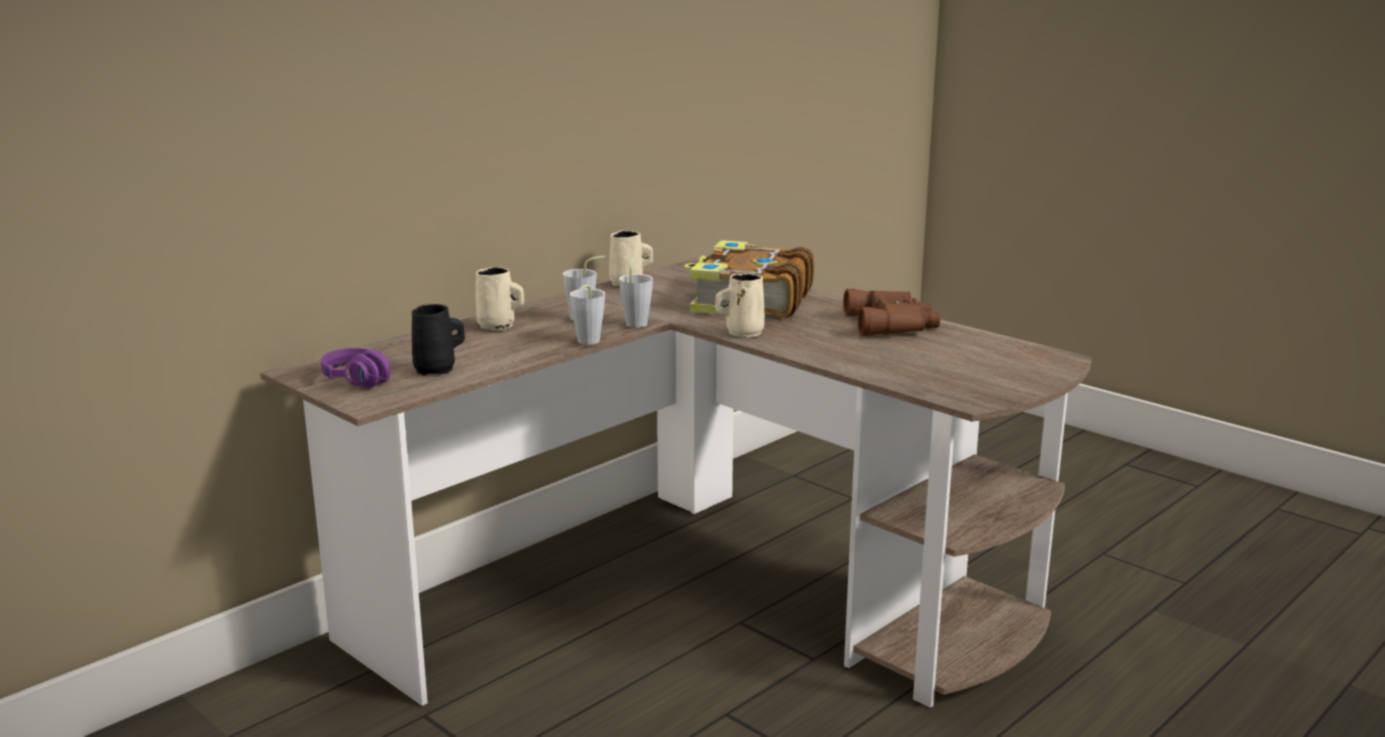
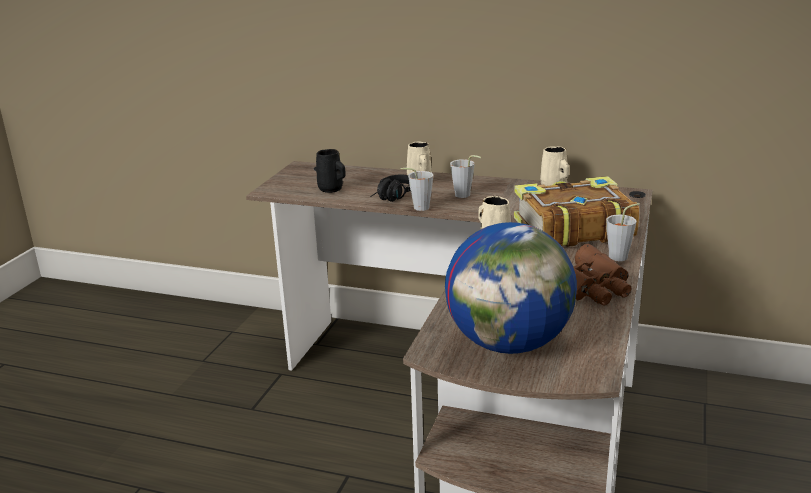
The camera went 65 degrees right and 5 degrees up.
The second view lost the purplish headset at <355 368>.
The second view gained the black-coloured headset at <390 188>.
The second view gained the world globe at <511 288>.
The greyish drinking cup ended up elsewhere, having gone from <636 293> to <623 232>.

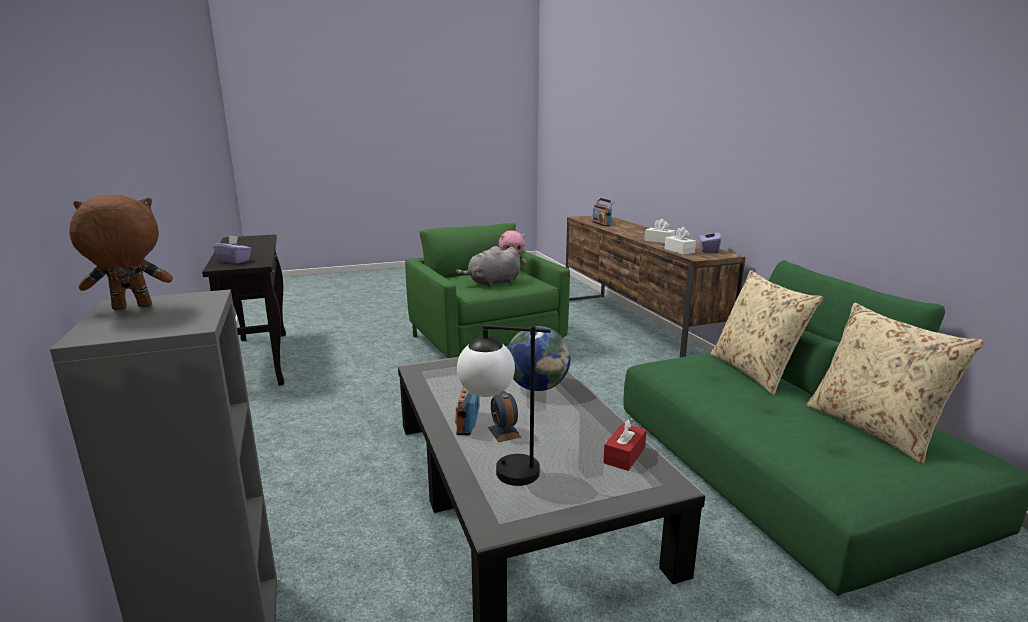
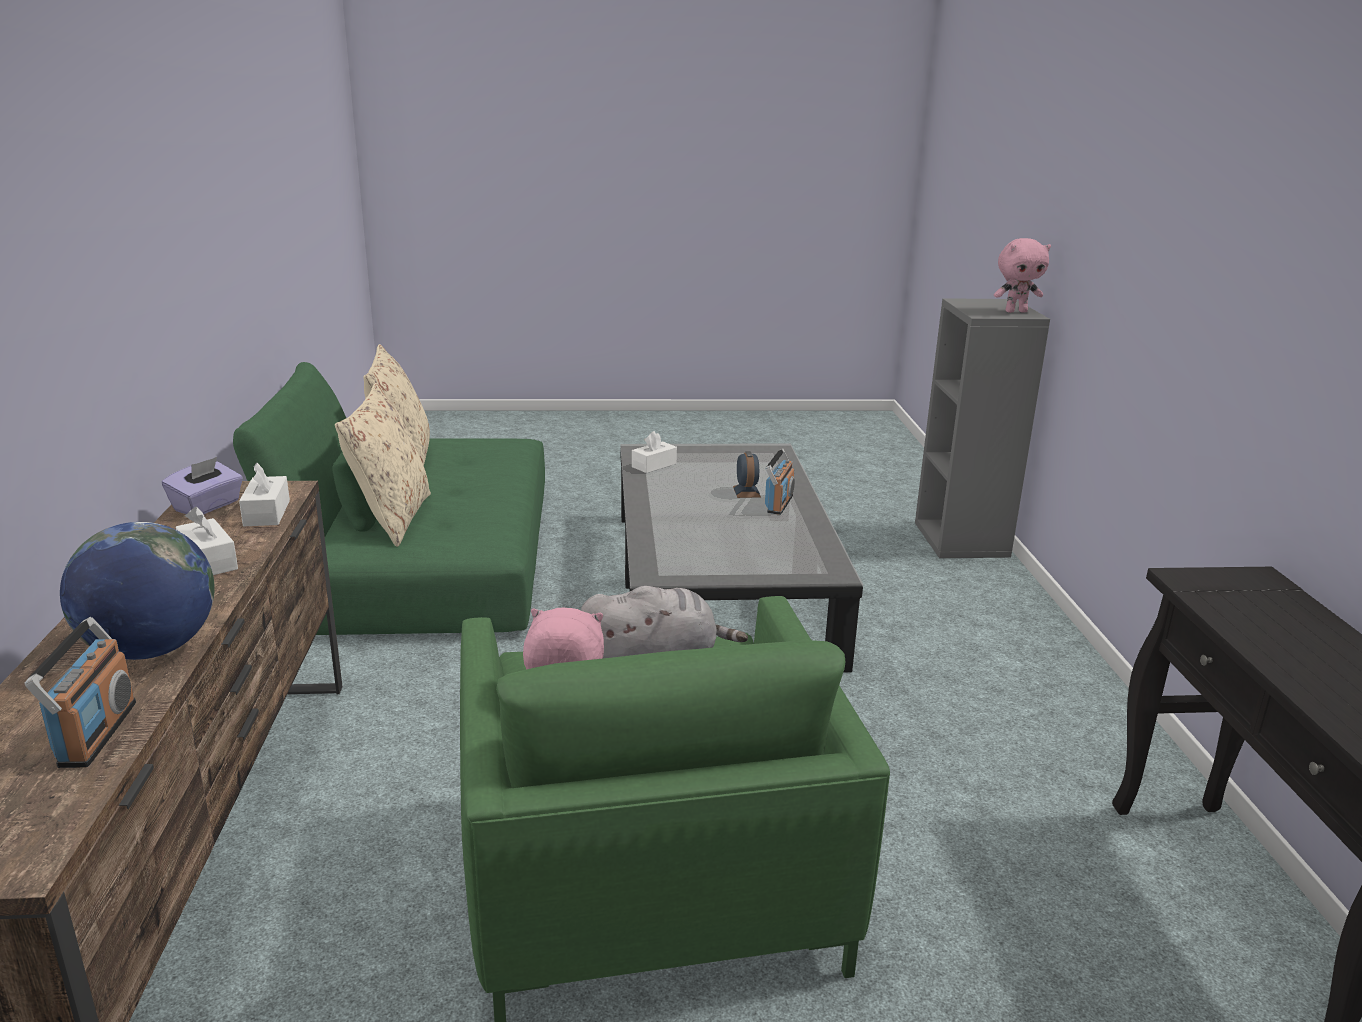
The camera went 165 degrees left and 5 degrees up.
The second view lost the purplish tissue box at <232 249>.
The second view lost the lamp for a table at <504 405>.
The world globe ended up elsewhere, having gone from <538 358> to <137 591>.
What was the brown cuddly toy at <121 252> turned into the pinkish cuddly toy at <1022 275>.
What was the red-coloured tissue box at <625 444> turned into the white tissue box at <654 452>.

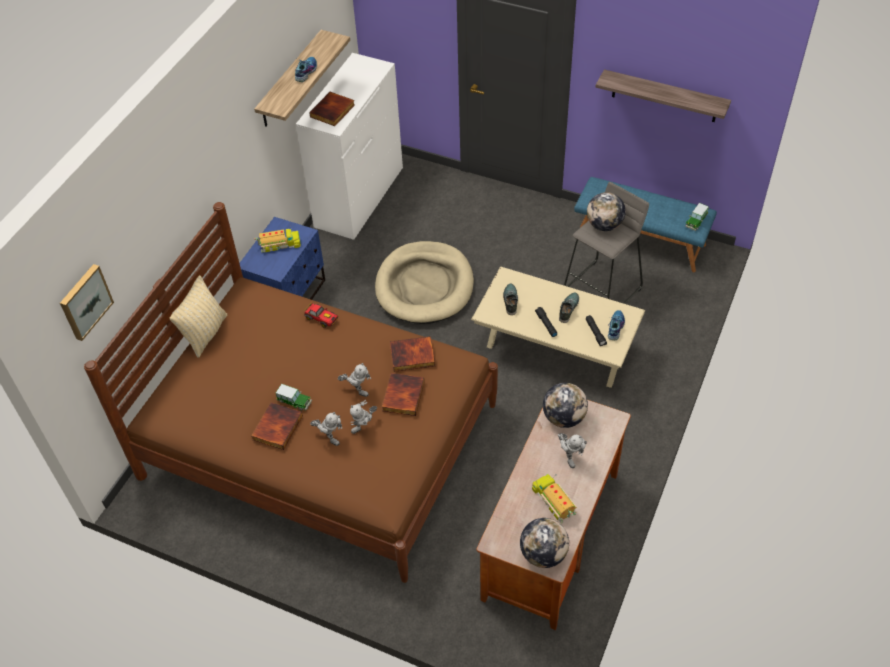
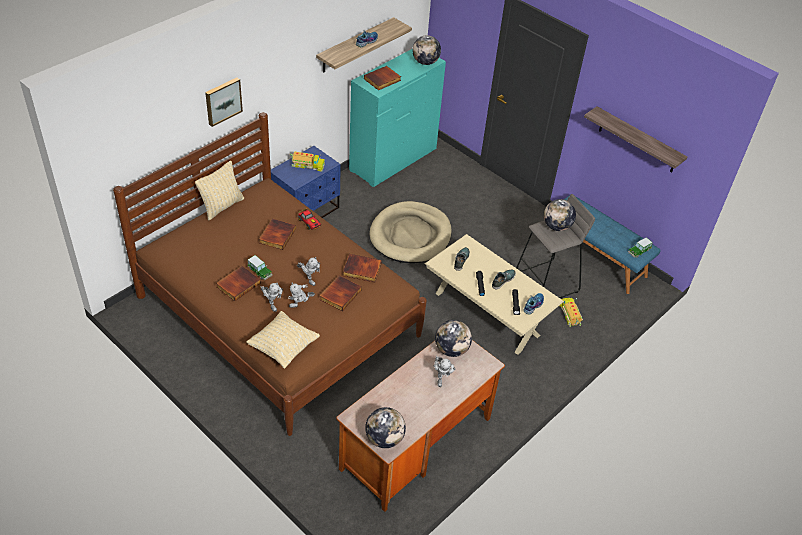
The camera went 15 degrees right and 5 degrees down.
The second view gained the sand-coloured throw pillow at <283 339>.
The second view gained the bound book at <277 234>.
The second view gained the world globe at <426 50>.
The picture ended up elsewhere, having gone from <87 302> to <224 102>.
The model truck ended up elsewhere, having gone from <554 498> to <571 312>.
What was the white drawer chest at <349 146> turned into the turquoise drawer chest at <397 118>.

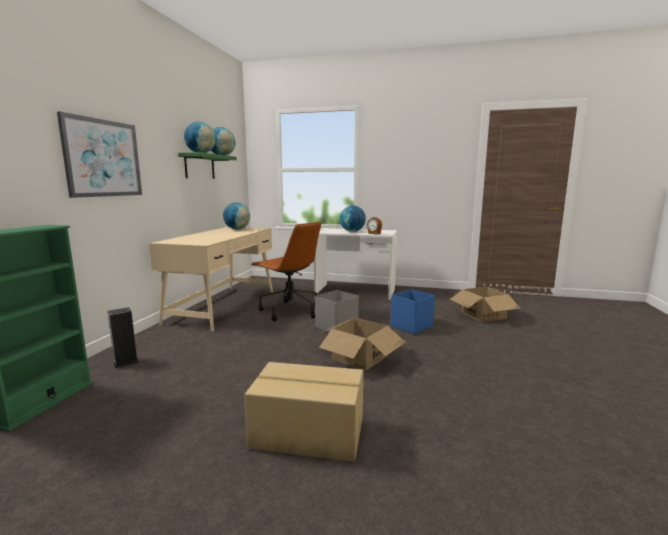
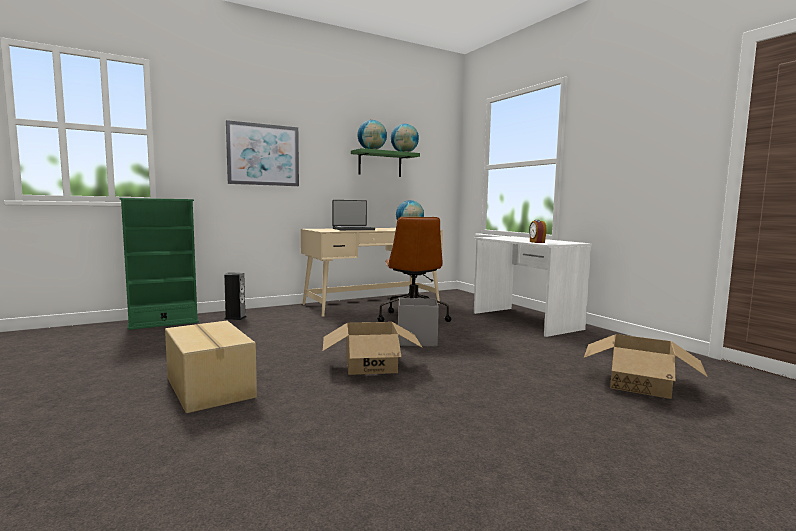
The camera went 45 degrees right and 5 degrees down.
The second view lost the world globe at <353 218>.
The second view lost the blue storage bin at <413 311>.
The second view gained the laptop at <353 215>.

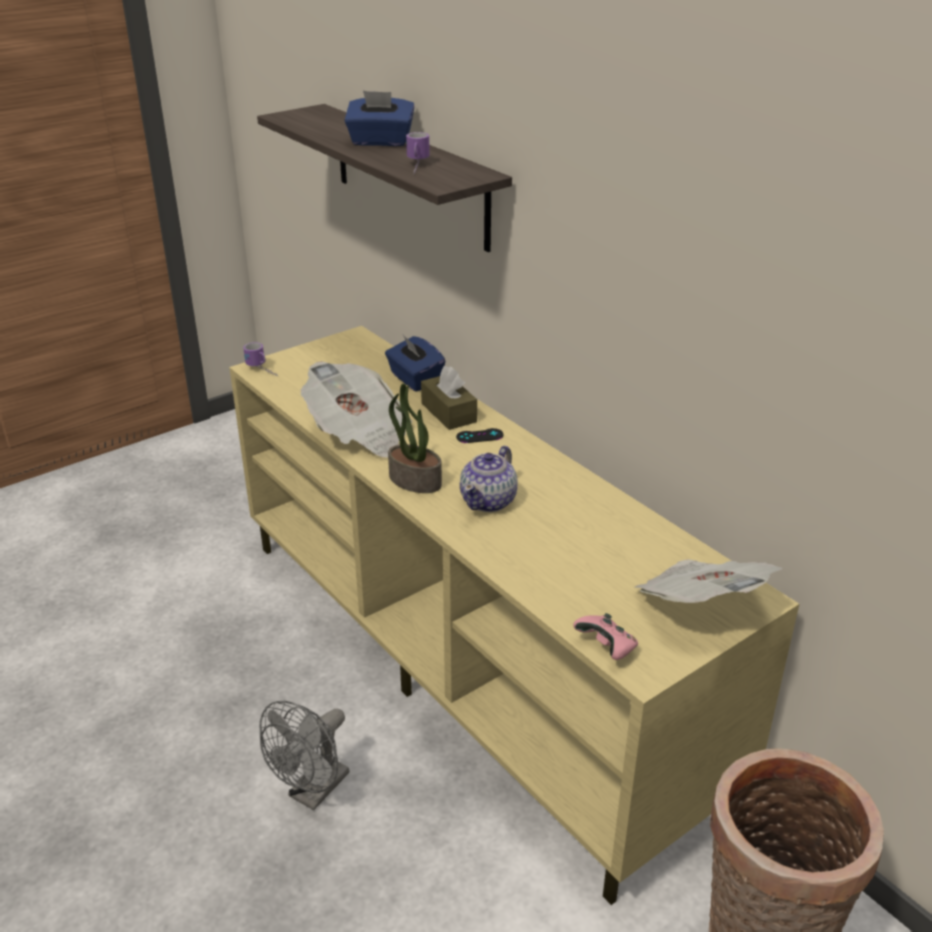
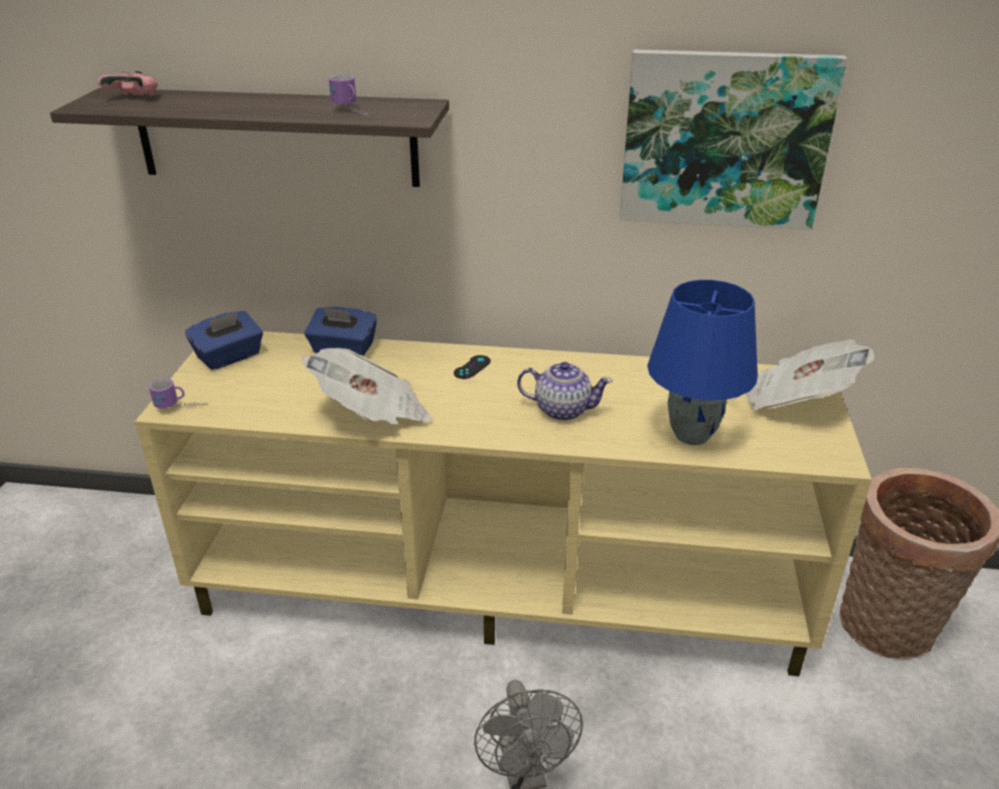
The camera went 45 degrees left and 0 degrees up.
The second view lost the houseplant at <415 438>.
The second view lost the brown tissue box at <449 398>.
The second view gained the picture at <733 139>.
The second view gained the blue lamp for a table at <702 362>.
The blue tissue box ended up elsewhere, having gone from <380 118> to <224 340>.
The pinkish game controller ended up elsewhere, having gone from <605 636> to <128 83>.
The tea pot at <488 479> ended up facing another way, 60 degrees counterclockwise from before.

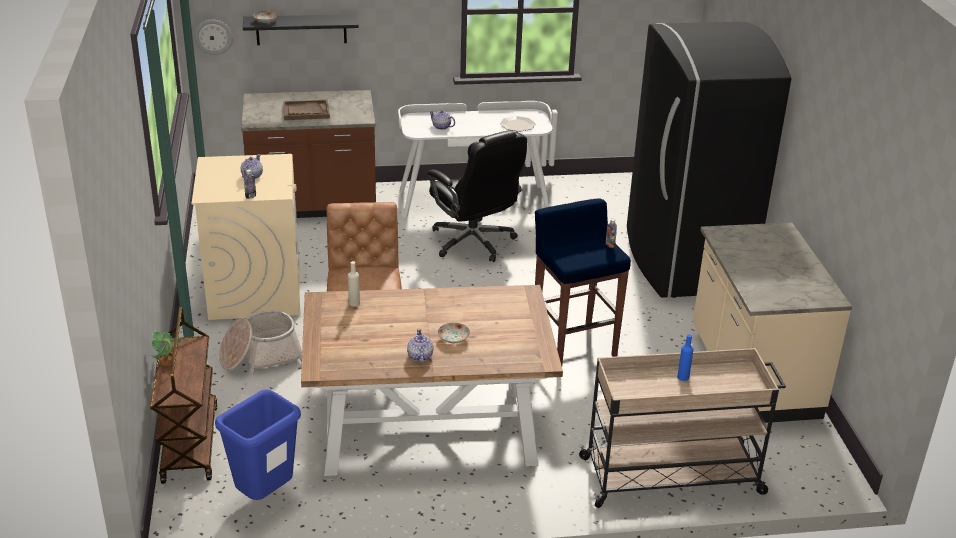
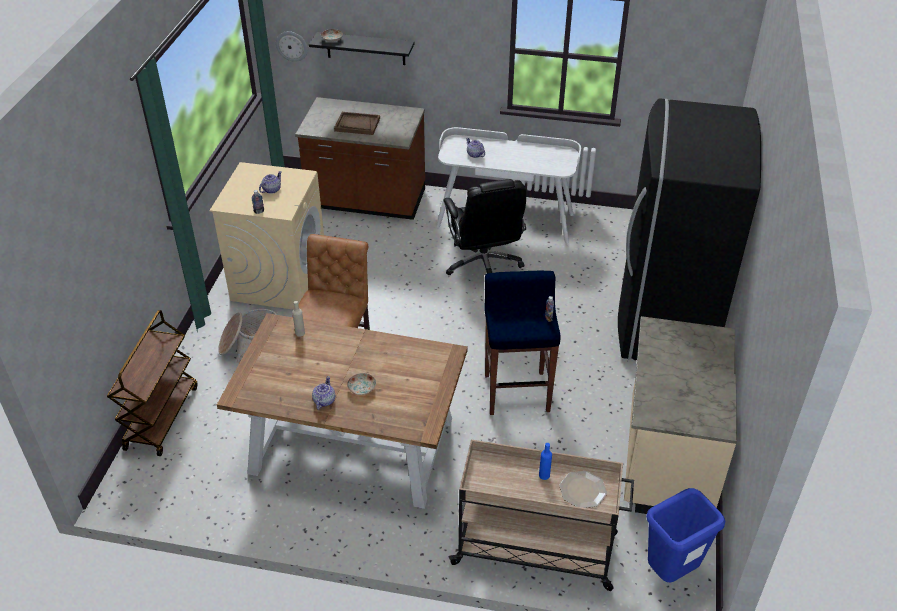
The camera went 20 degrees right and 10 degrees up.
The second view lost the houseplant at <165 348>.
The blue waste bin ended up elsewhere, having gone from <258 444> to <686 535>.
The dinner plate ended up elsewhere, having gone from <518 124> to <583 489>.

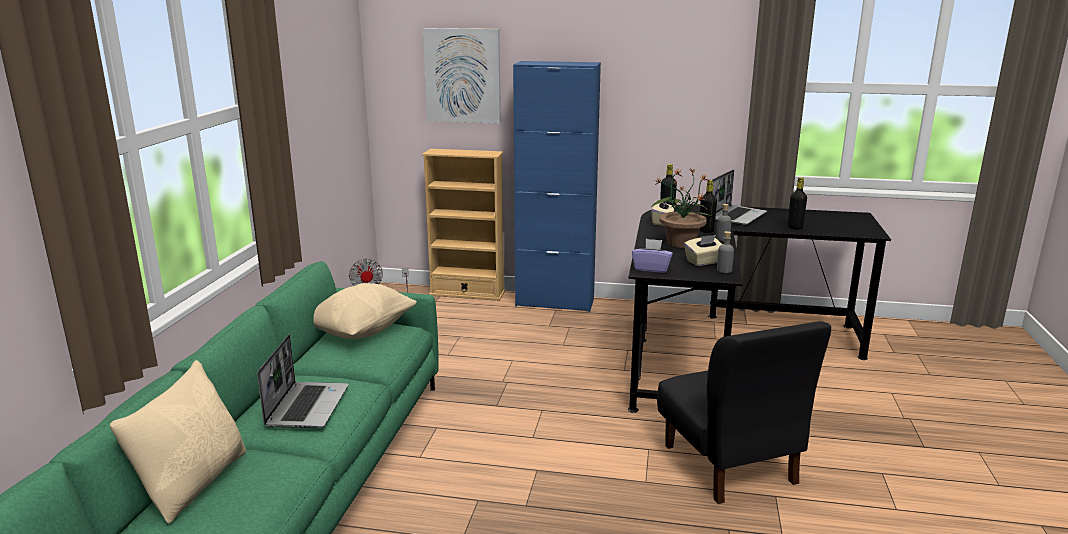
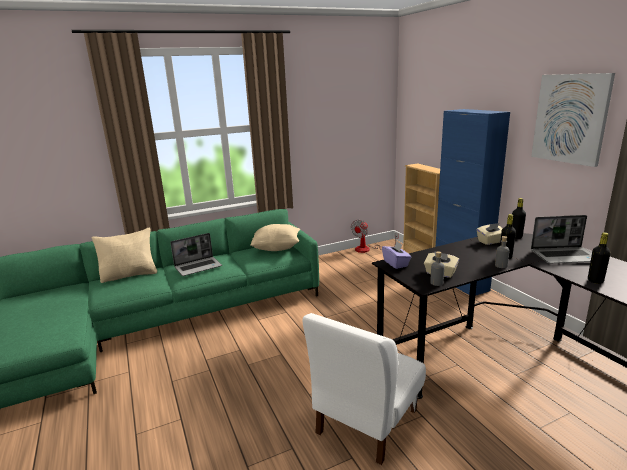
The camera went 55 degrees right and 0 degrees up.
The second view lost the houseplant at <682 208>.
The picture ended up elsewhere, having gone from <462 76> to <573 120>.
What was the black-coloured chair at <744 412> turned into the white chair at <364 389>.

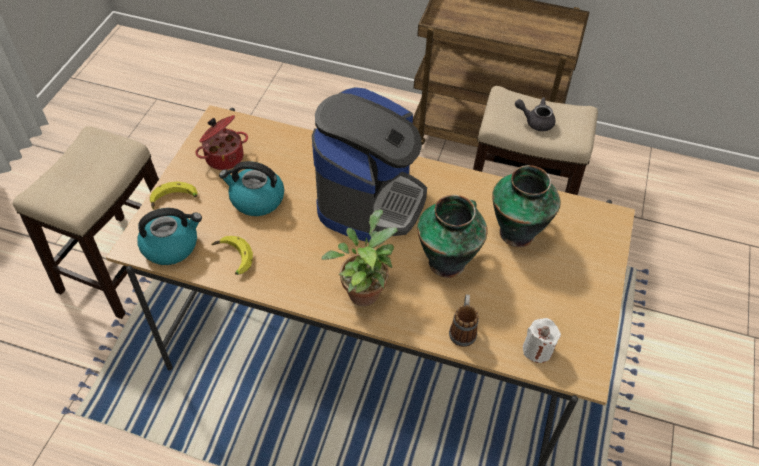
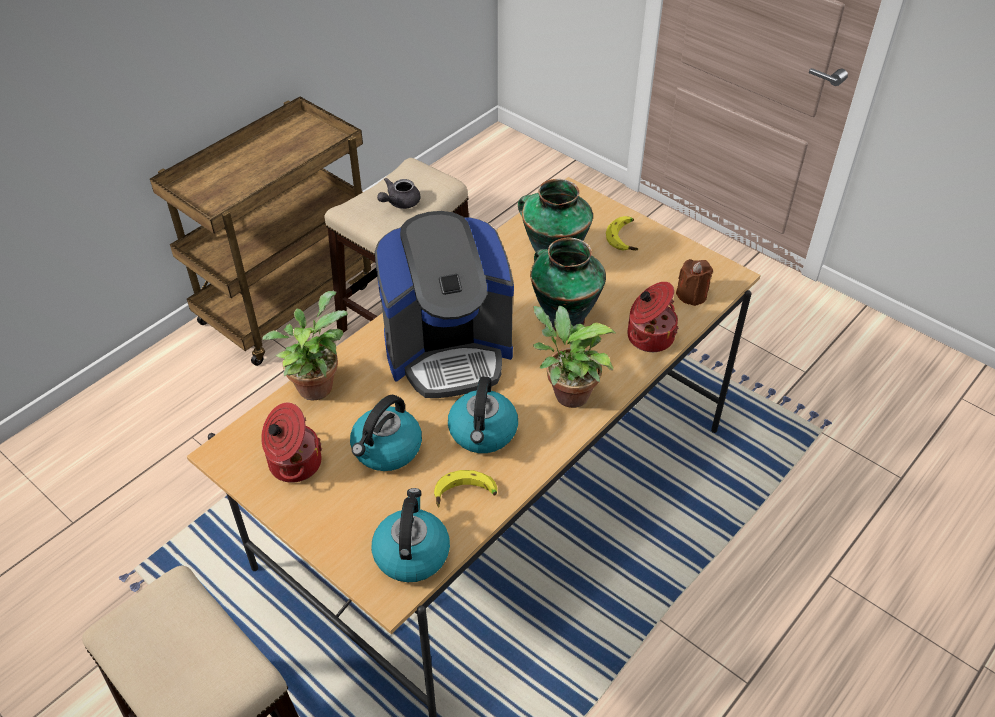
The camera went 65 degrees left and 5 degrees down.
The second view gained the houseplant at <305 346>.
The second view gained the water kettle at <483 415>.
The whole banana ended up elsewhere, having gone from <174 195> to <622 233>.
Where the coffee mug stood at <464 320>, the cooking pot came to stand at <652 317>.
What was the white wax light at <542 340> turned into the brown wax light at <694 282>.
The coffee brewer at <369 165> ended up facing another way, 120 degrees clockwise from before.

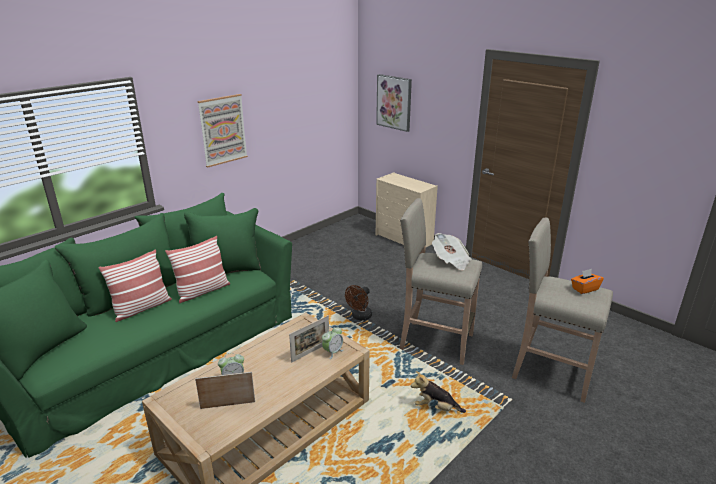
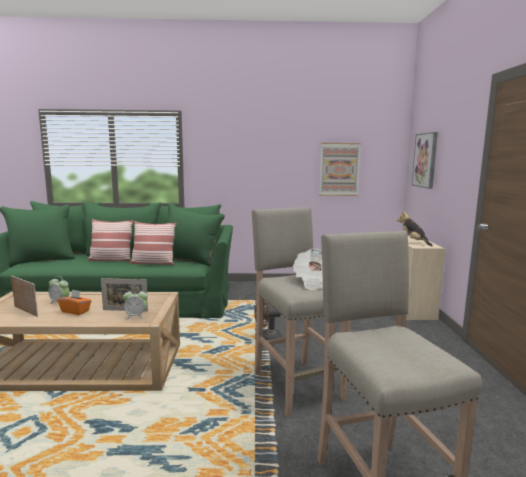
The camera went 45 degrees right and 15 degrees down.
The picture ended up elsewhere, having gone from <222 131> to <340 169>.
The cuddly toy ended up elsewhere, having gone from <438 392> to <415 228>.
The orange tissue box ended up elsewhere, having gone from <587 281> to <74 302>.

